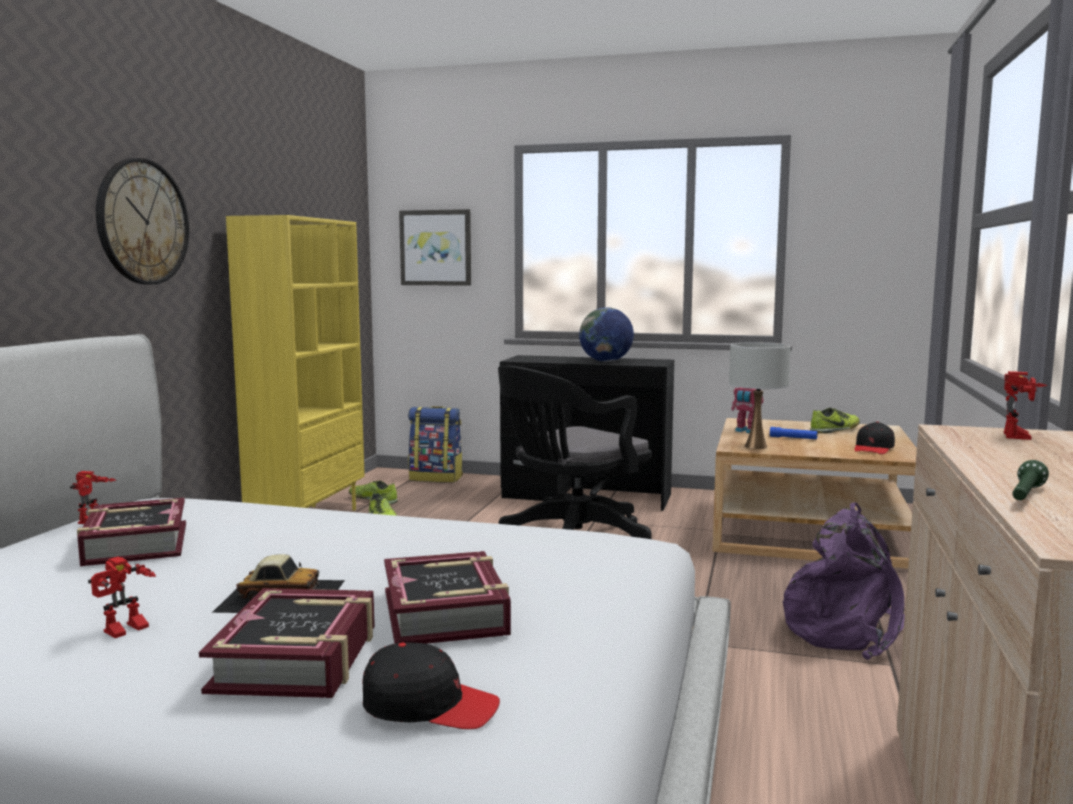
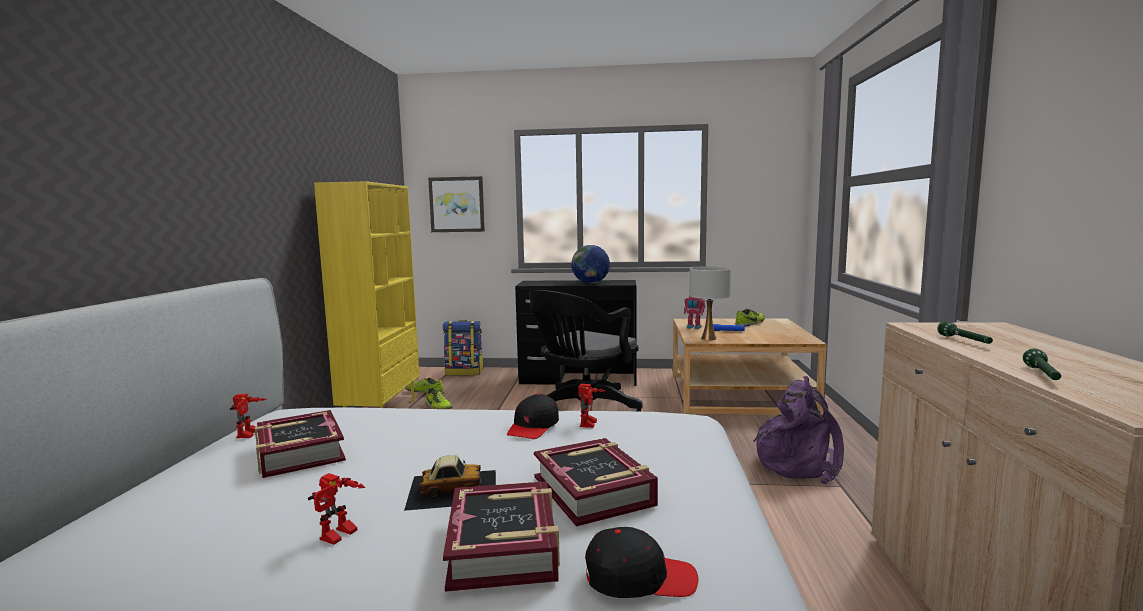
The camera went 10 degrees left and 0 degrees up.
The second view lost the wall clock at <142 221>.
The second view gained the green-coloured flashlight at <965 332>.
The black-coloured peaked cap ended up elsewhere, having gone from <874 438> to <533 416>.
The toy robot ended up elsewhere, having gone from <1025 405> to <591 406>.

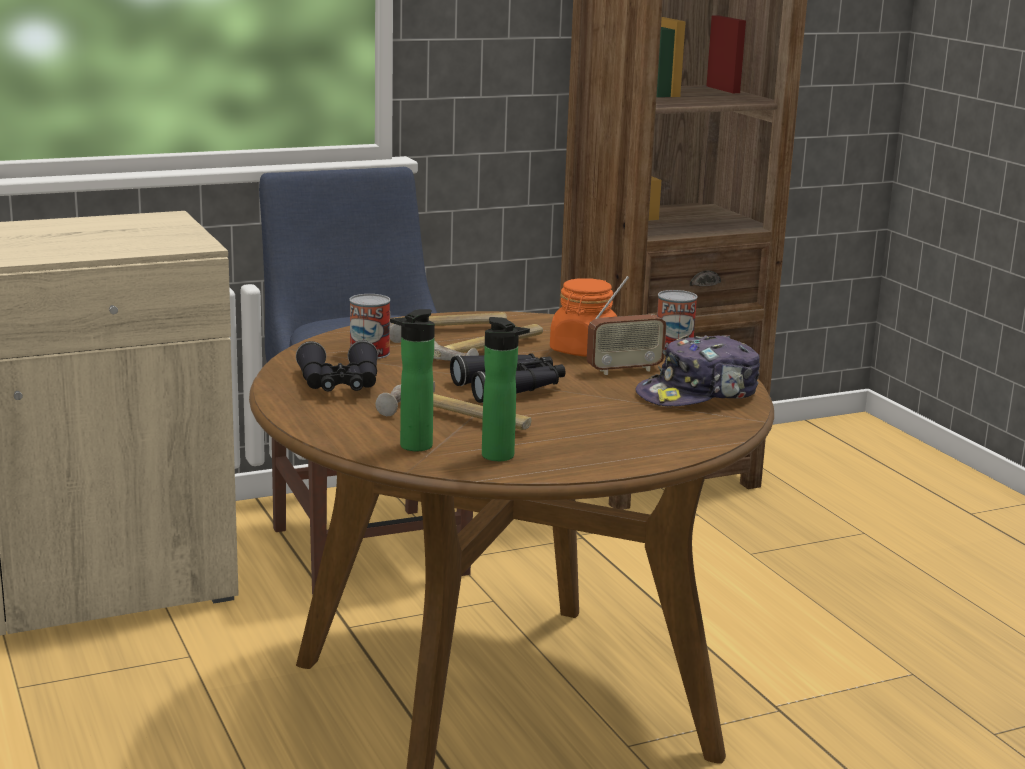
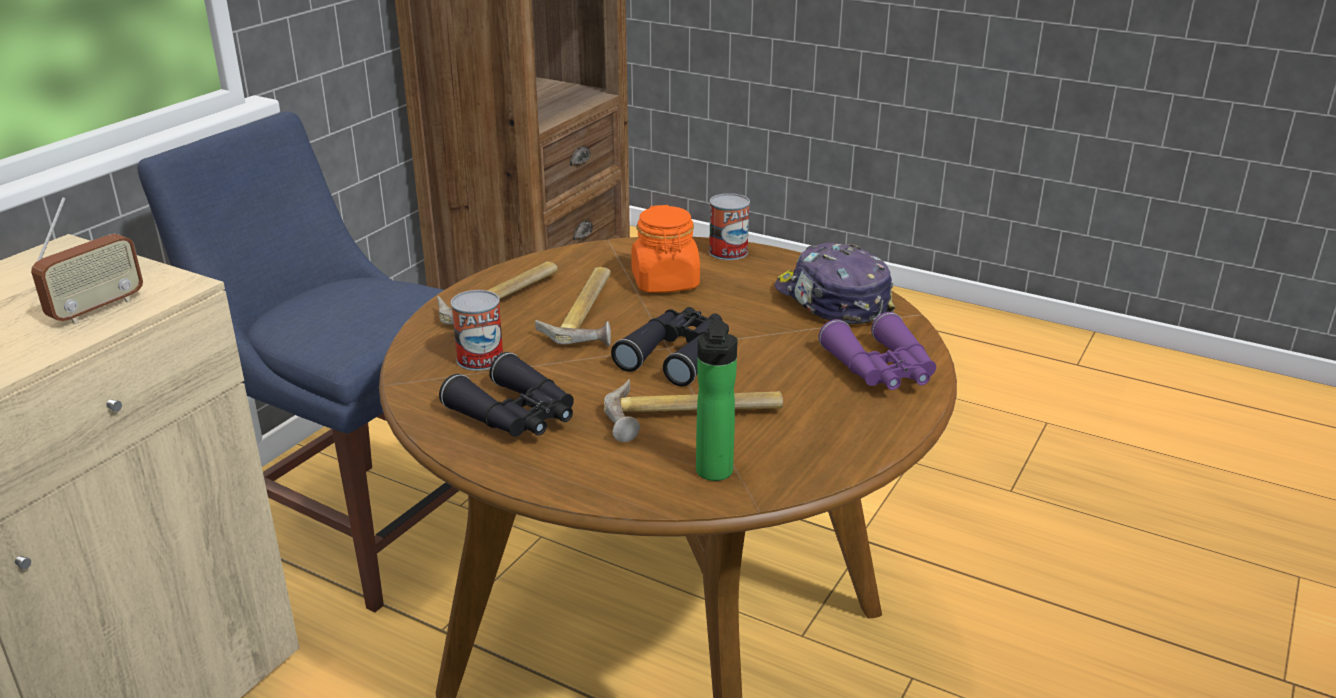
The camera went 35 degrees left and 10 degrees up.
The second view lost the drink bottle at <506 389>.
The second view gained the purplish field glasses at <877 351>.
The radio set ended up elsewhere, having gone from <626 325> to <87 260>.
The peaked cap at <698 370> ended up facing another way, 120 degrees clockwise from before.

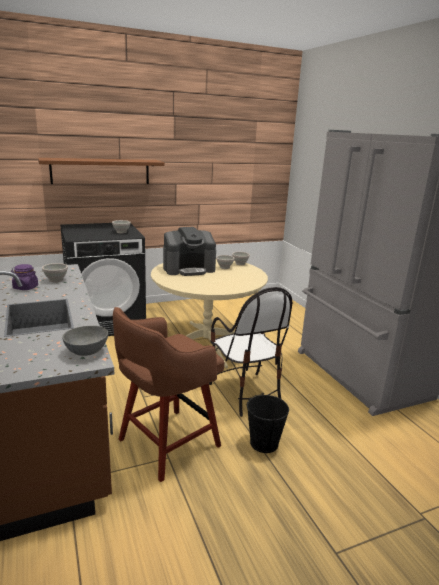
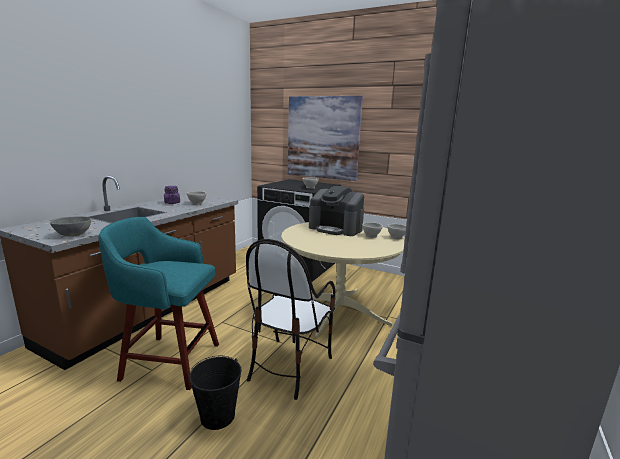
The camera went 50 degrees right and 5 degrees down.
Where the brown wall shelf hung at <101 171>, the picture came to hang at <325 138>.
What was the brown stool at <169 394> turned into the turquoise stool at <159 303>.

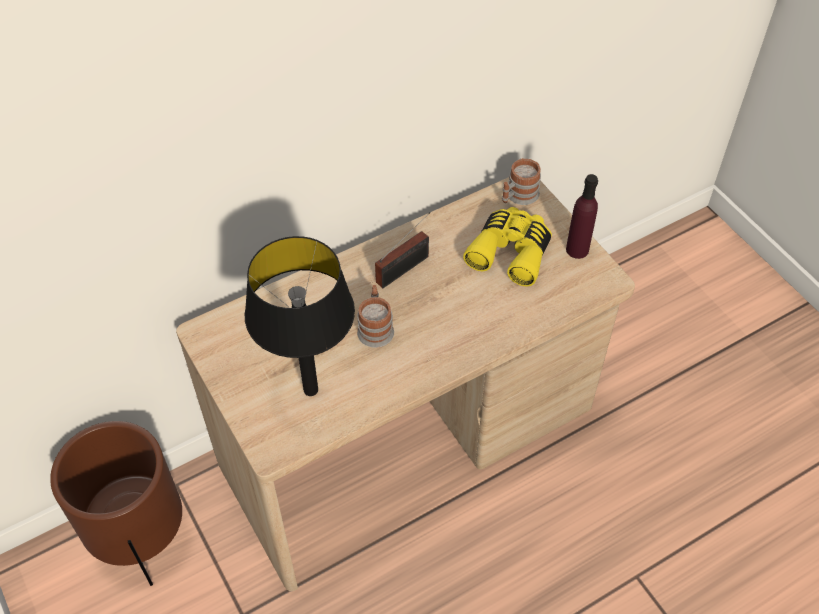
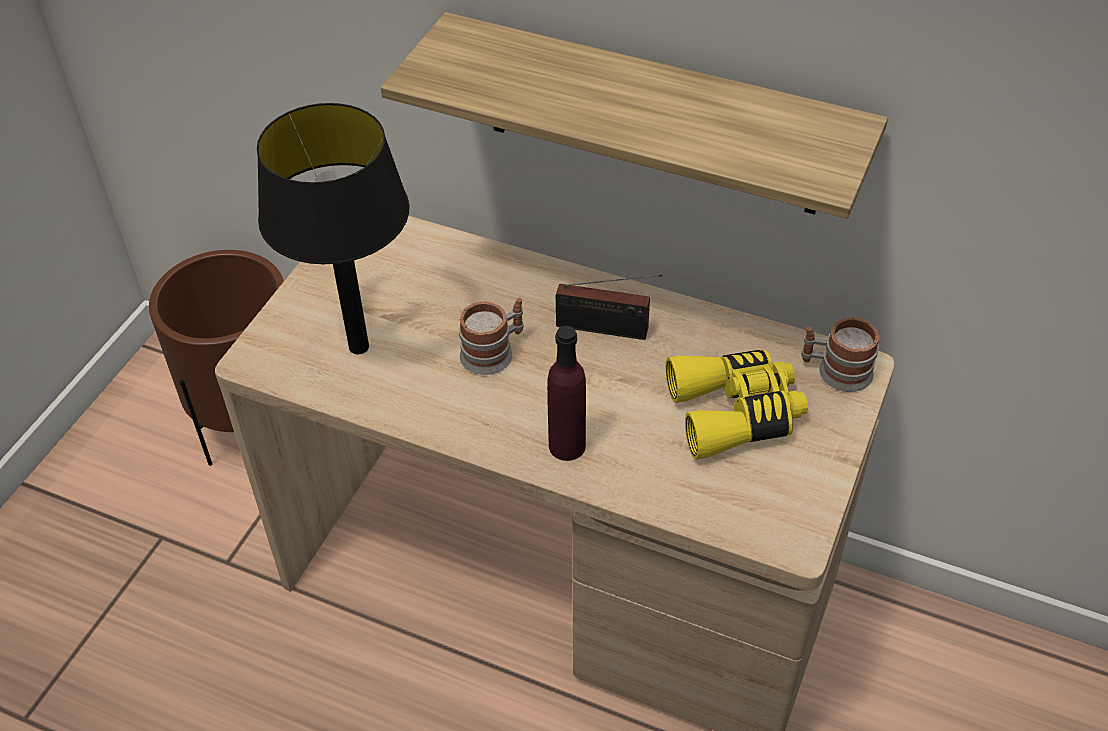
The camera went 55 degrees right and 5 degrees down.
The second view gained the wall shelf at <634 115>.
The purplish drink bottle ended up elsewhere, having gone from <582 216> to <566 393>.

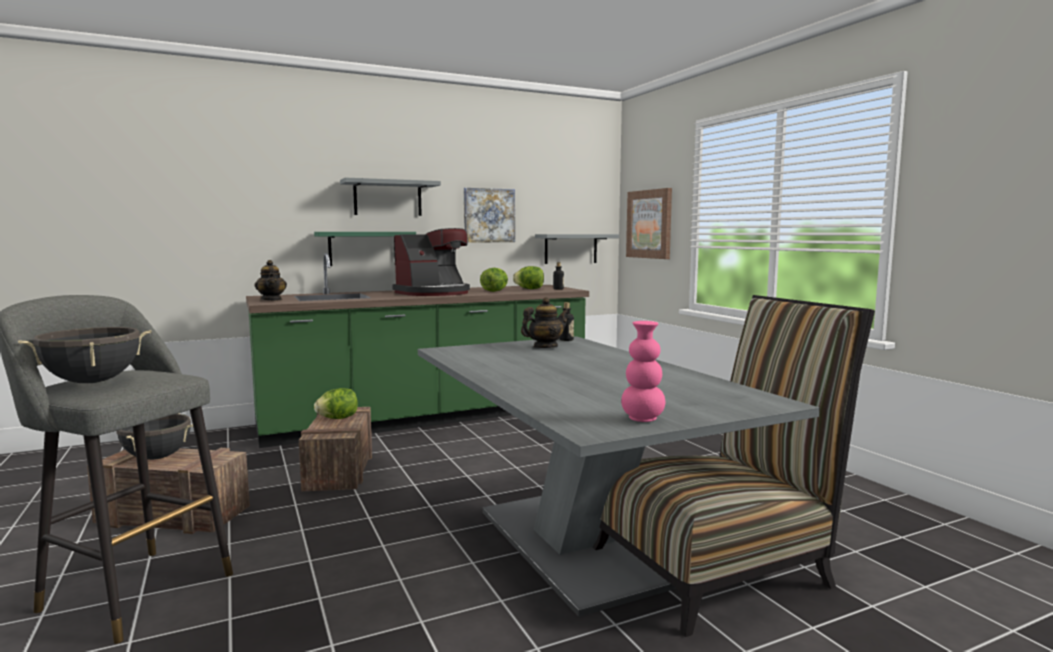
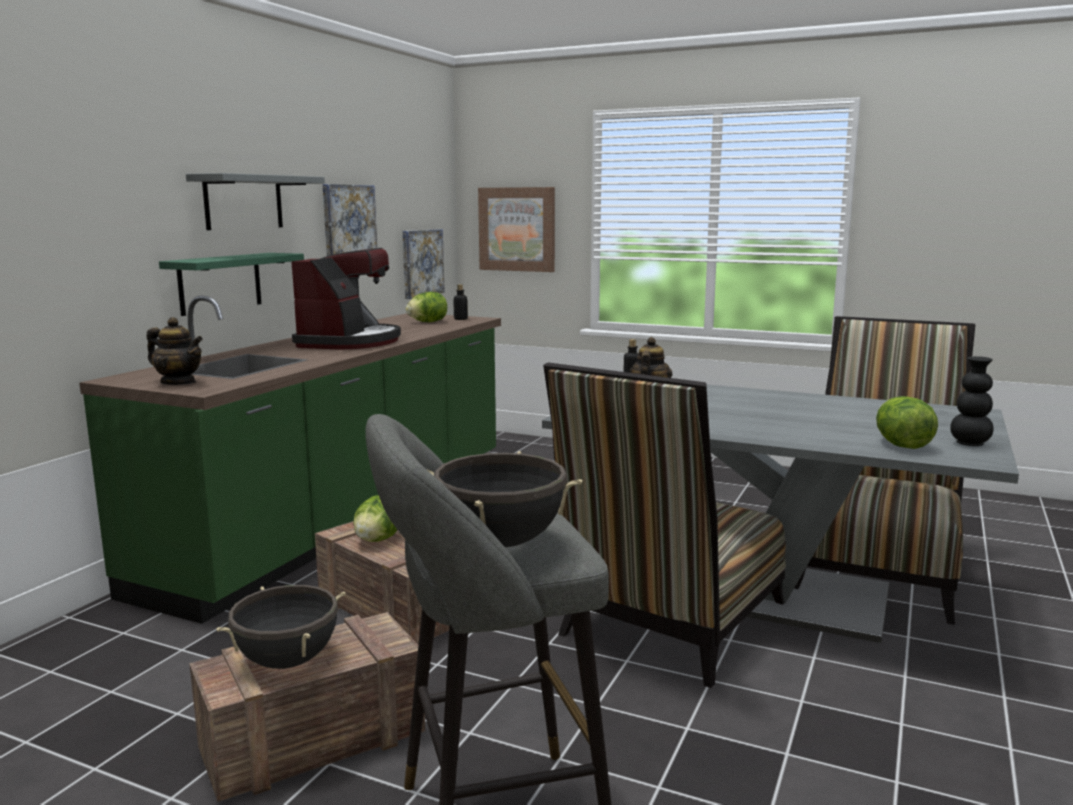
The camera went 40 degrees left and 5 degrees up.
The second view gained the chair at <664 525>.
The lettuce ended up elsewhere, having gone from <494 280> to <907 422>.
Where the greyish wall shelf hung at <577 249>, the picture came to hang at <424 264>.
What was the pinkish flower vase at <643 371> turned into the black-coloured flower vase at <972 401>.

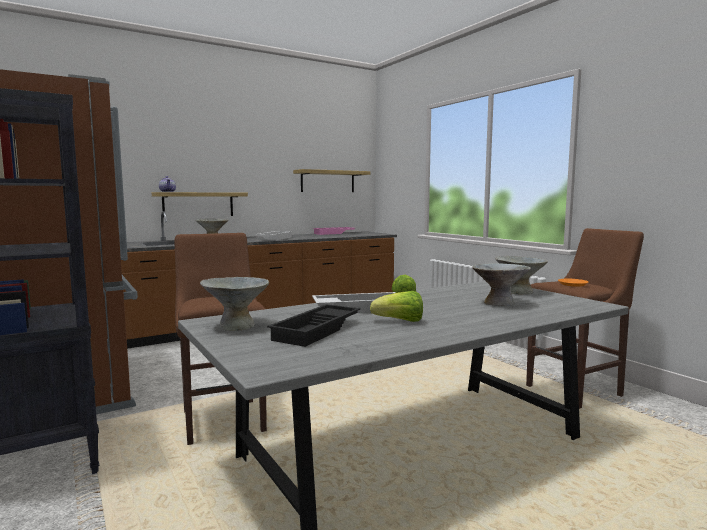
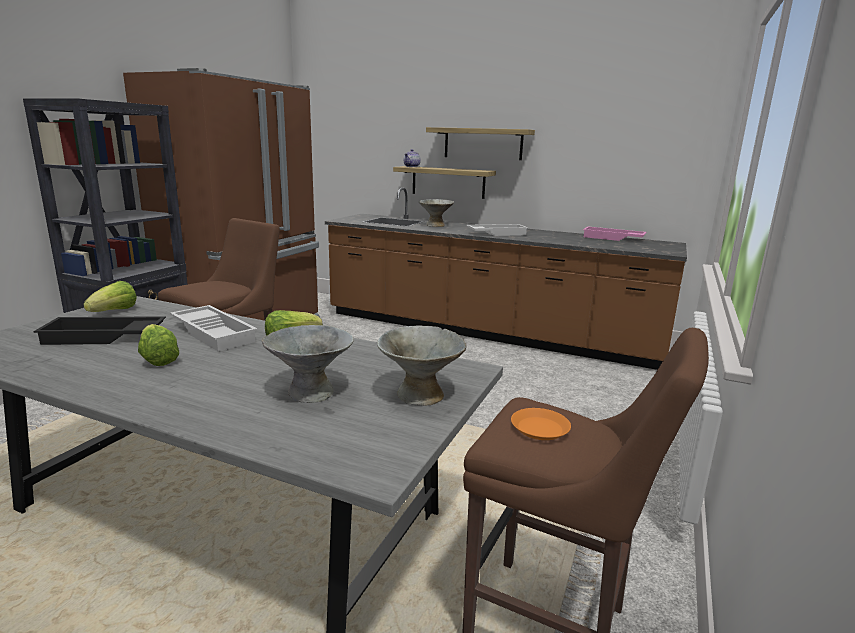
The camera went 55 degrees right and 10 degrees up.
The wall shelf ended up elsewhere, having gone from <331 180> to <480 143>.
Where the greyish deep dish stood at <234 304>, the lettuce came to stand at <110 296>.

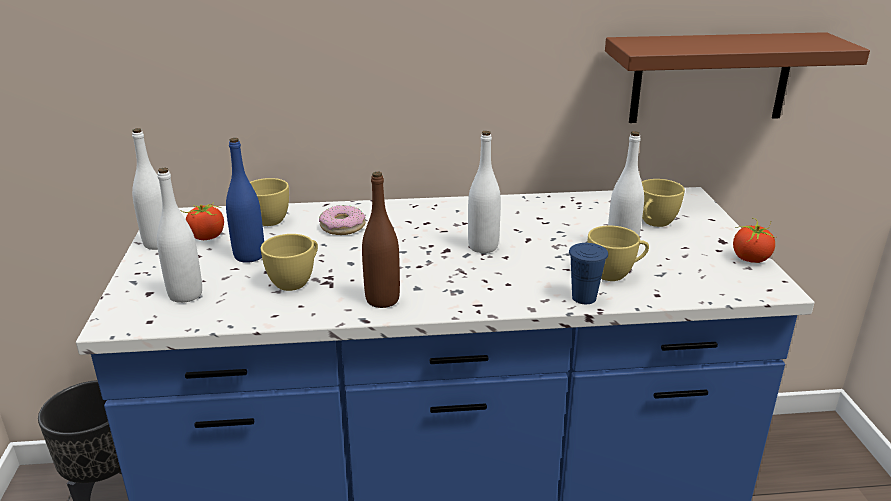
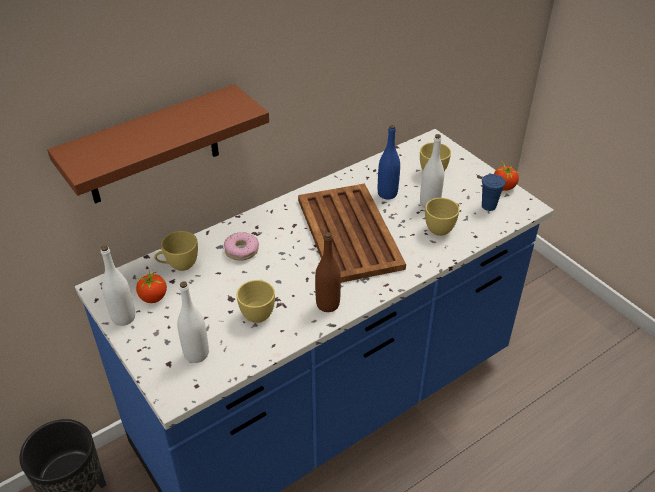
The camera went 30 degrees left and 15 degrees up.
The blue drink bottle ended up elsewhere, having gone from <245 200> to <389 162>.
The blue drinking cup ended up elsewhere, having gone from <588 273> to <493 192>.
The brown wall shelf ended up elsewhere, having gone from <737 77> to <158 144>.
Where the white drink bottle stood at <484 192>, the brown serving tray came to stand at <352 233>.

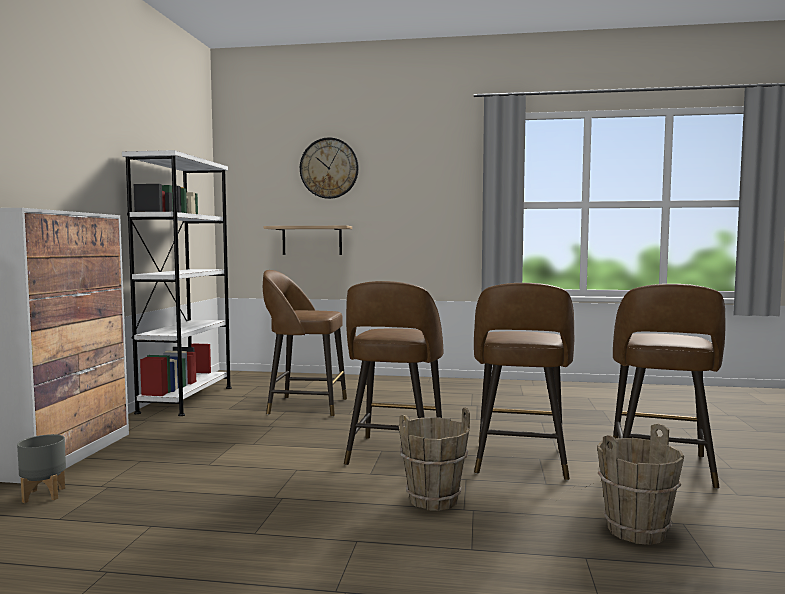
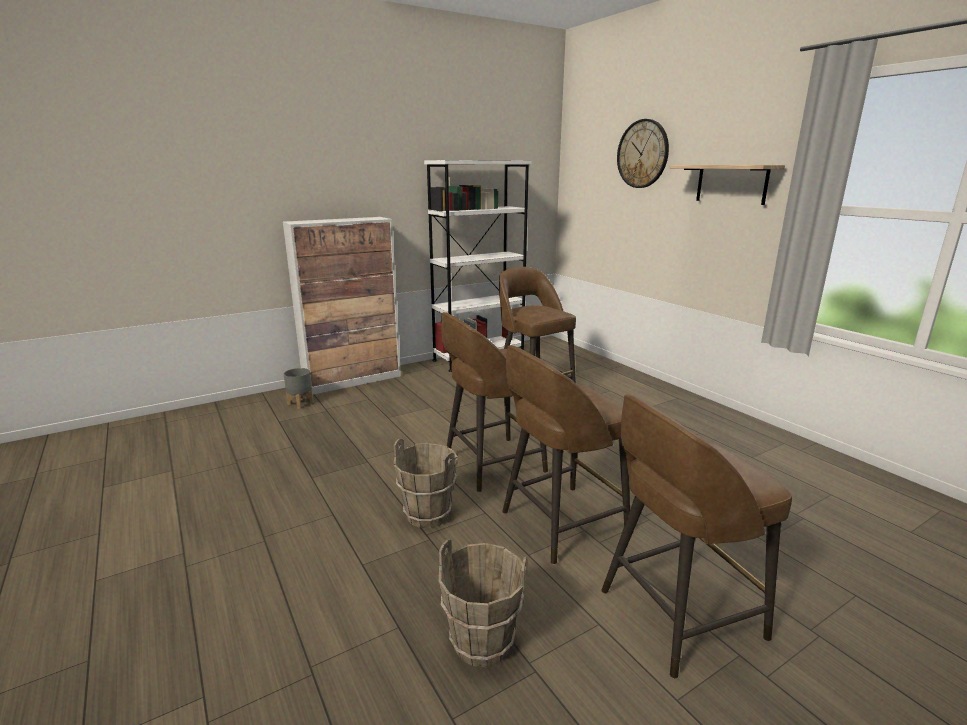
The camera went 50 degrees right and 15 degrees up.
The wall shelf ended up elsewhere, having gone from <307 240> to <727 185>.

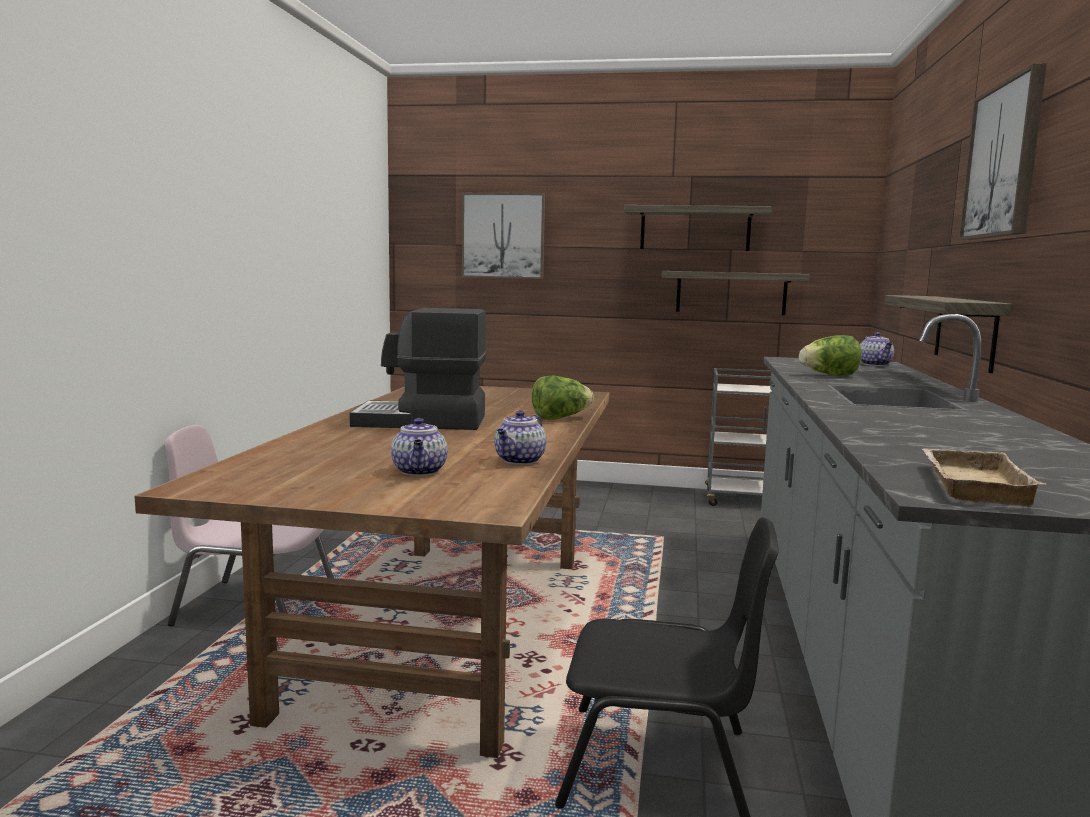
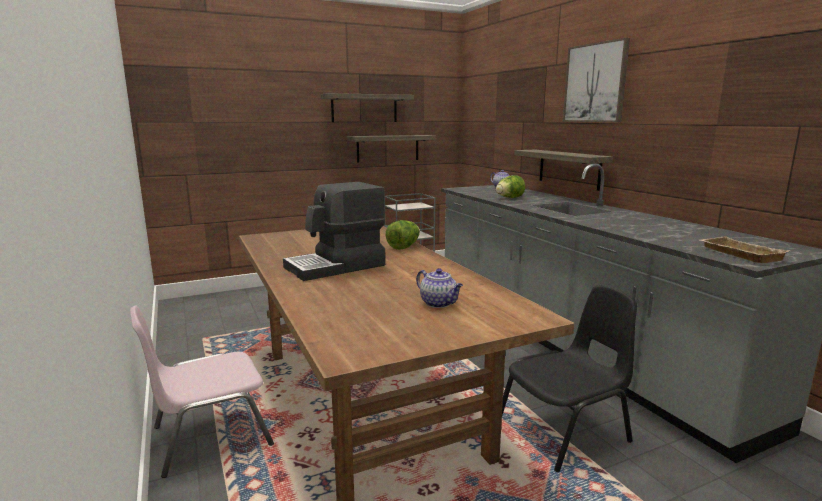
The camera went 35 degrees left and 5 degrees up.
The second view lost the picture at <503 236>.
The second view lost the tea pot at <520 437>.

